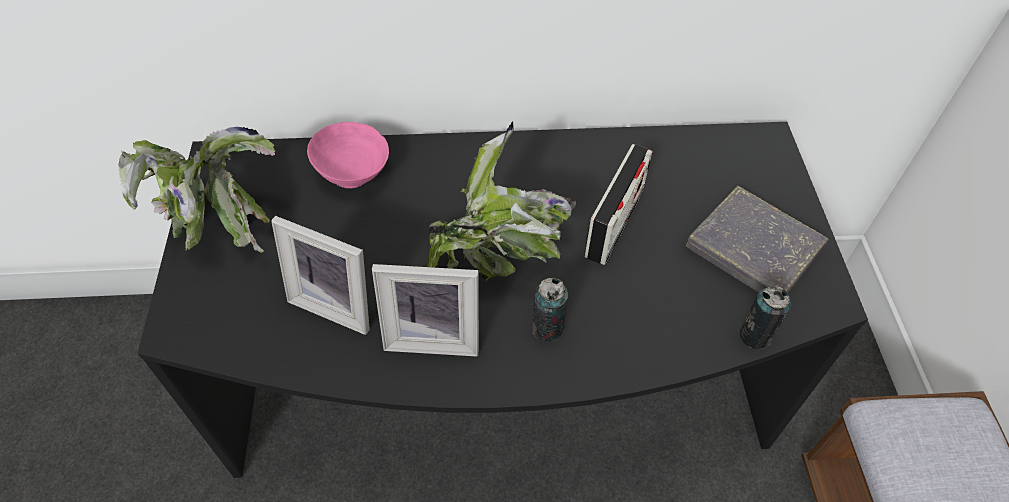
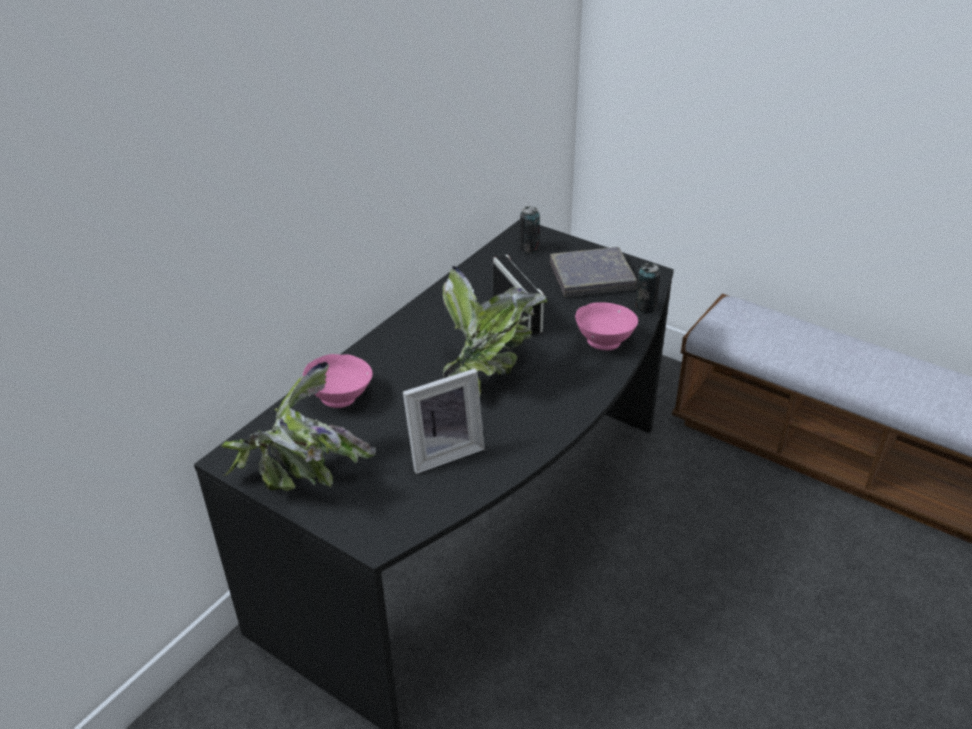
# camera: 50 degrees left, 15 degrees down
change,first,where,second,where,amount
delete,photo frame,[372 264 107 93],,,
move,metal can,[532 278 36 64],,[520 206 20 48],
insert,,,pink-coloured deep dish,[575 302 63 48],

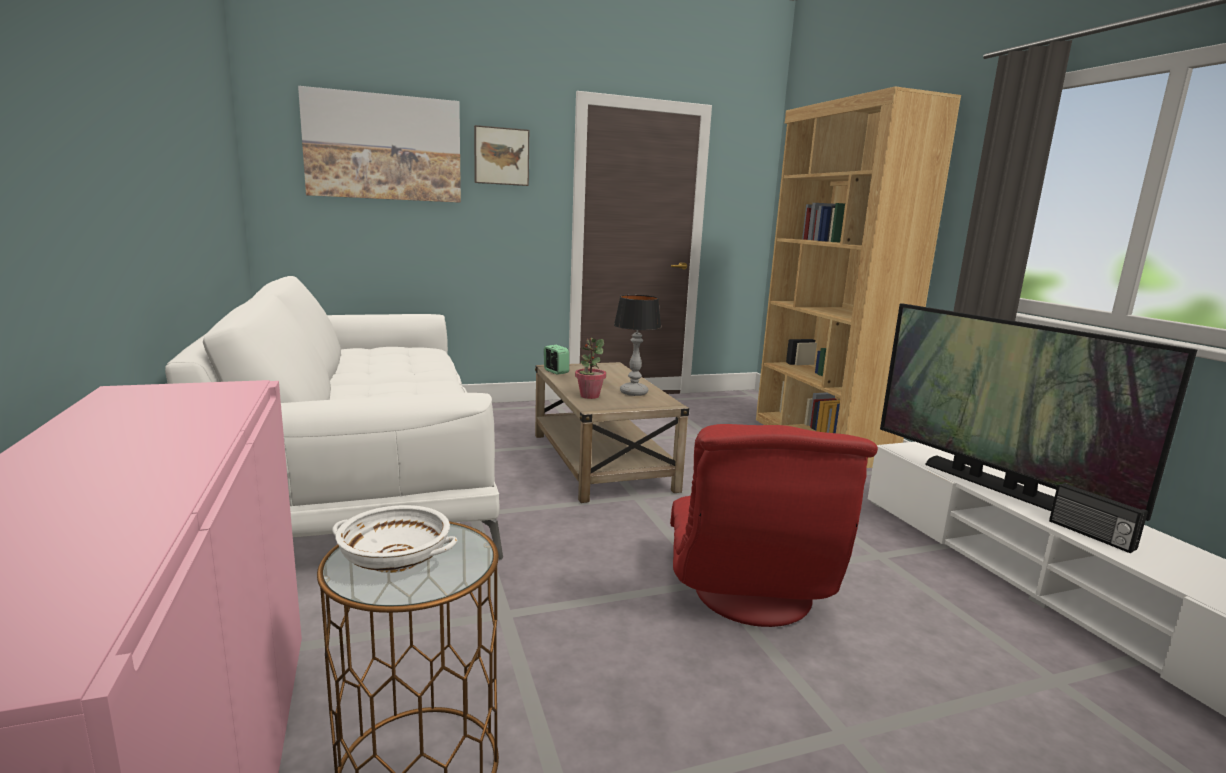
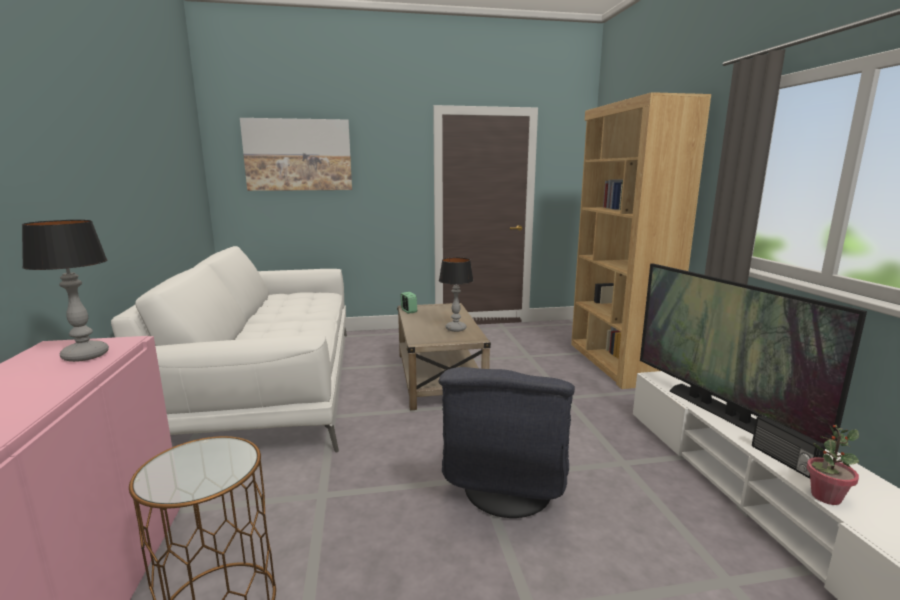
# camera: 10 degrees right, 0 degrees up
change,first,where,second,where,amount
delete,picture,[474 125 55 61],,,
move,potted plant,[575 338 31 61],,[807 425 52 80],
recolor,red easy chair,[670 424 208 203],gray easy chair,[438 367 137 151],
delete,white deep dish,[332 505 125 68],,,
insert,,,lamp for a table,[22 220 87 142],

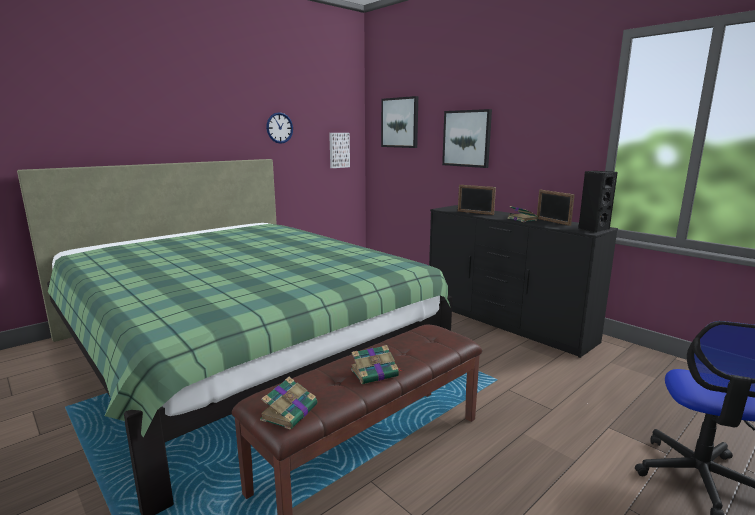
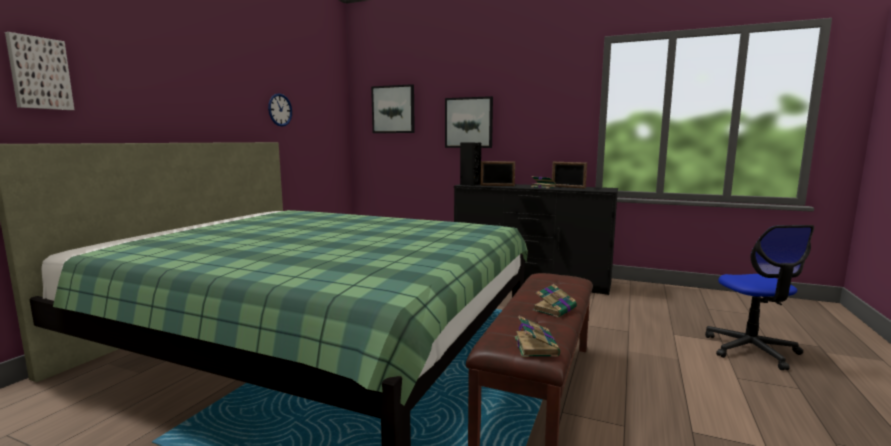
# camera: 25 degrees left, 5 degrees down
change,first,where,second,where,amount
move,picture,[329 133 21 35],,[5 32 69 78],
move,black-coloured speaker,[578 171 40 62],,[460 143 21 43],

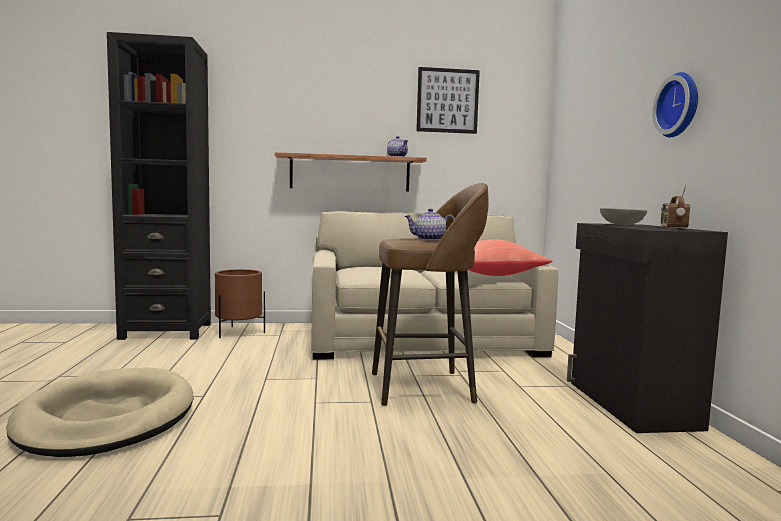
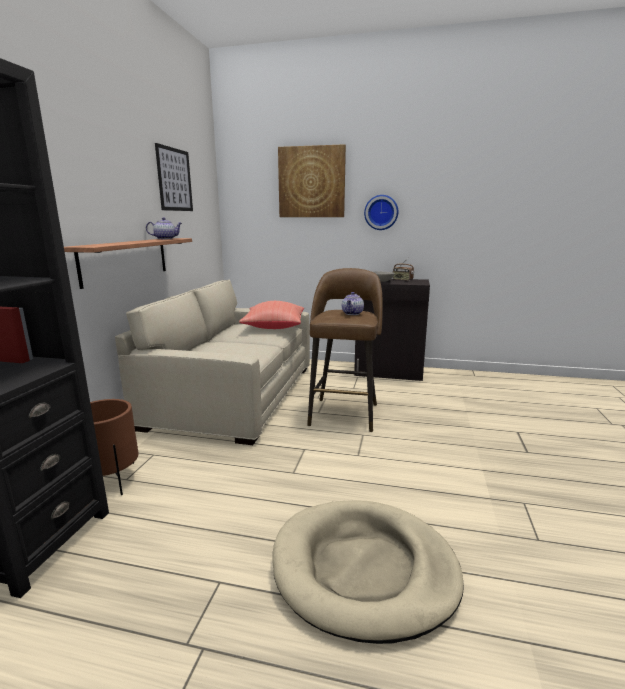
# camera: 70 degrees left, 10 degrees up
change,first,where,second,where,amount
insert,,,picture,[278 144 68 73],

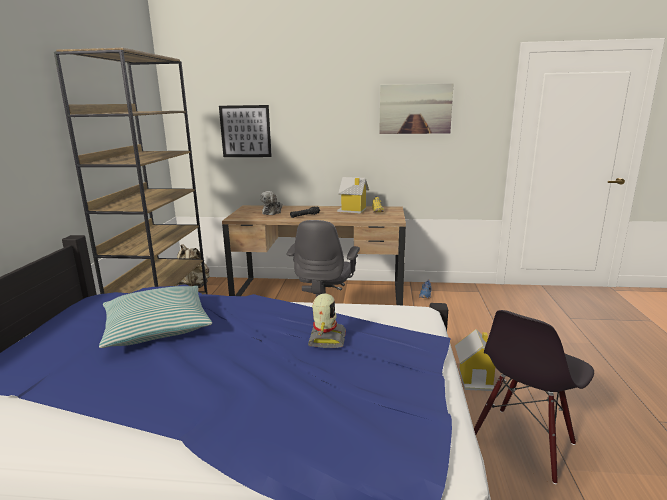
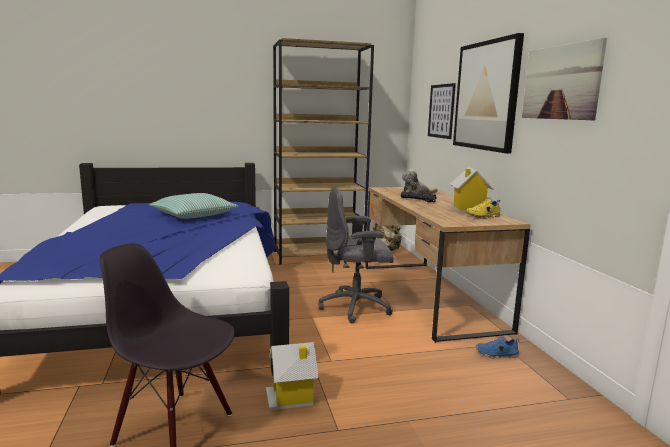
# camera: 70 degrees right, 5 degrees down
change,first,where,second,where,amount
delete,model robot,[308 294 38 54],,,
insert,,,picture,[453 33 71 120],

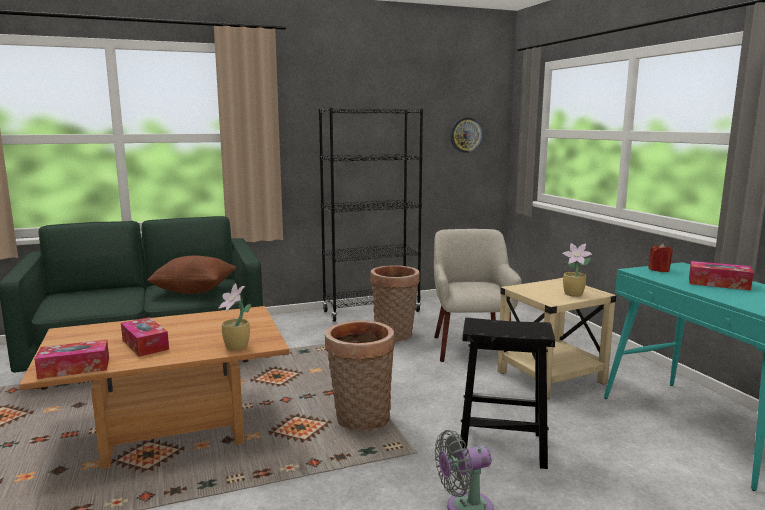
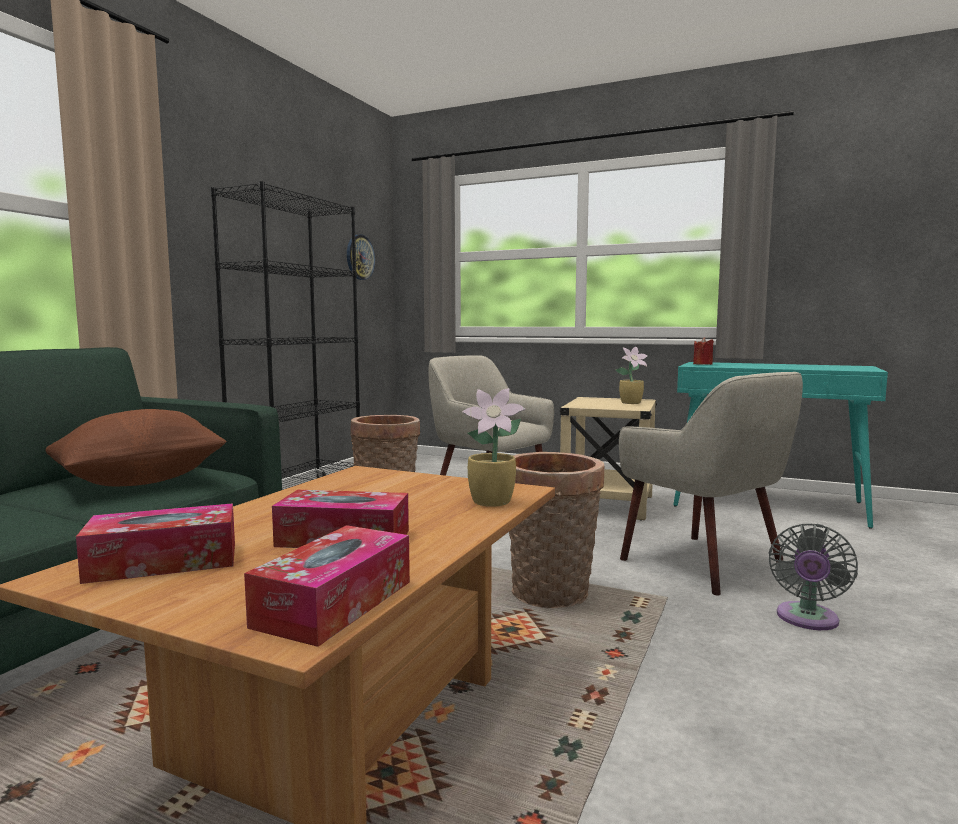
# camera: 45 degrees left, 5 degrees down
change,first,where,second,where,amount
move,box of tissues,[689 261 65 30],,[76 503 159 81],
replace,black-coloured stool,[460 318 95 151],sand-coloured easy chair,[619 372 184 224],

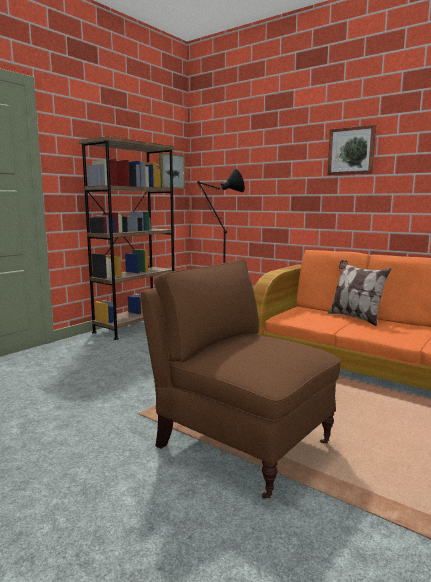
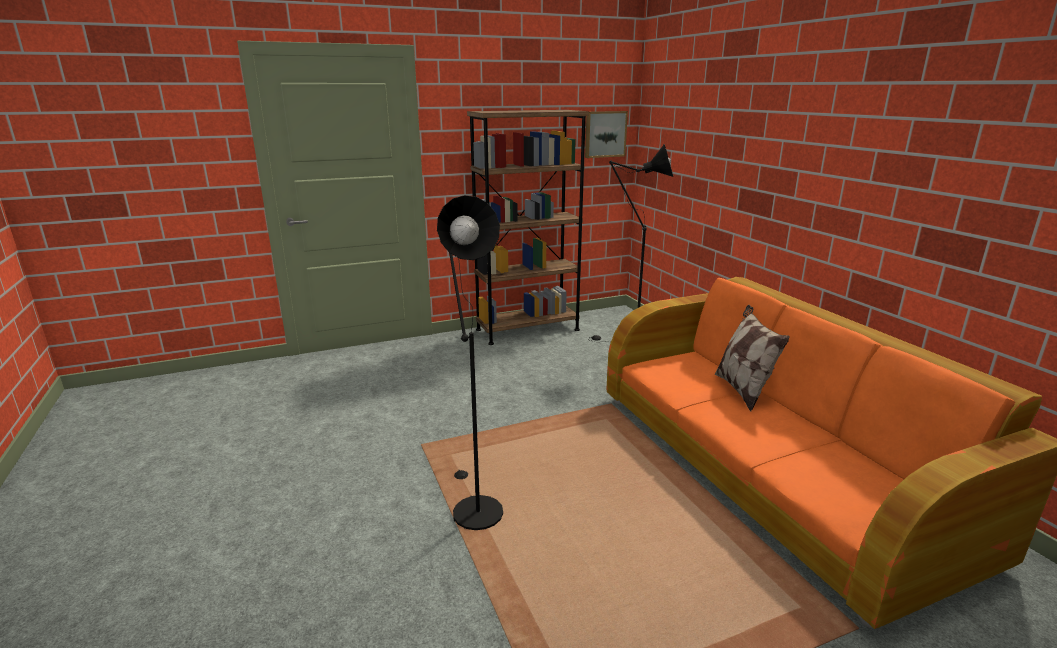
# camera: 30 degrees right, 10 degrees up
change,first,where,second,where,amount
delete,picture,[328 125 48 50],,,
replace,brown-coloured easy chair,[141 259 200 240],black-coloured floor lamp,[437 195 66 335],

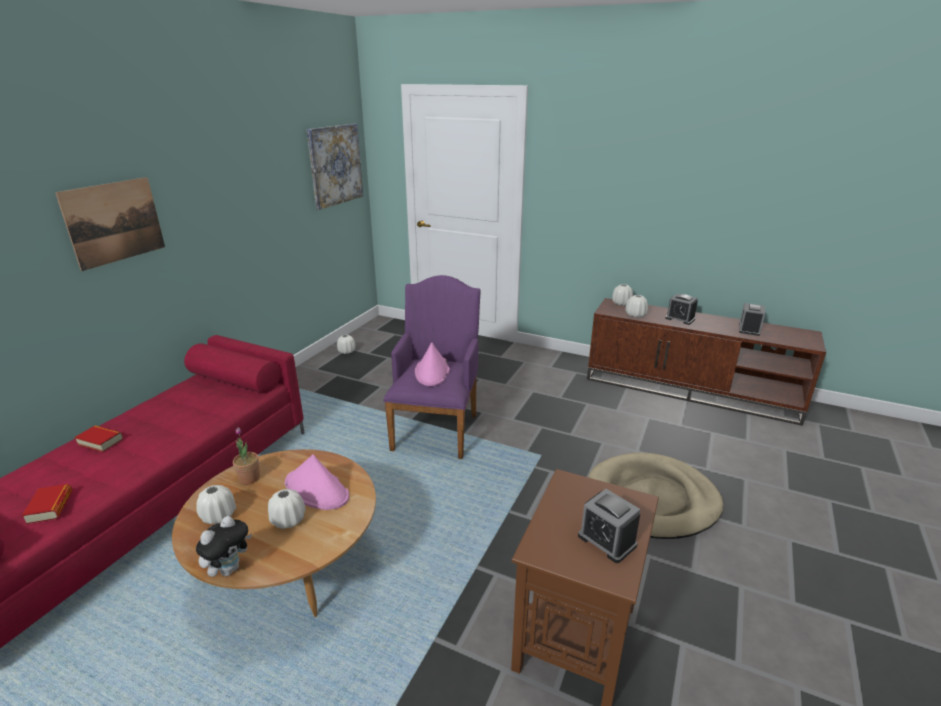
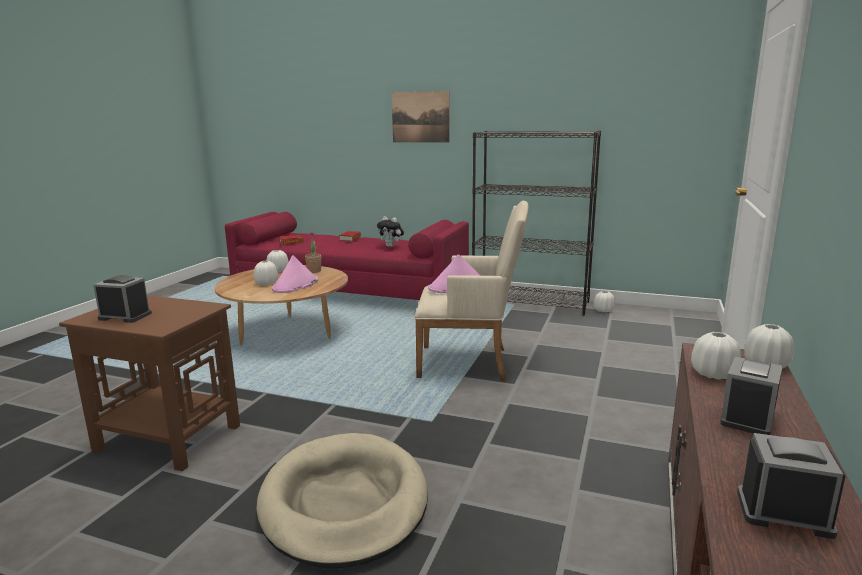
# camera: 85 degrees right, 10 degrees down
change,first,where,second,where,amount
delete,picture,[307 124 56 86],,,
recolor,purplish easy chair,[383 275 98 184],sand-coloured easy chair,[414 201 115 180],
rotate,bedside clock,[578 489 62 74],,[93 275 59 48],60 degrees clockwise
move,soft toy,[196 516 56 61],,[377 216 27 31],
insert,,,black-coloured shelving unit,[472 131 129 185],

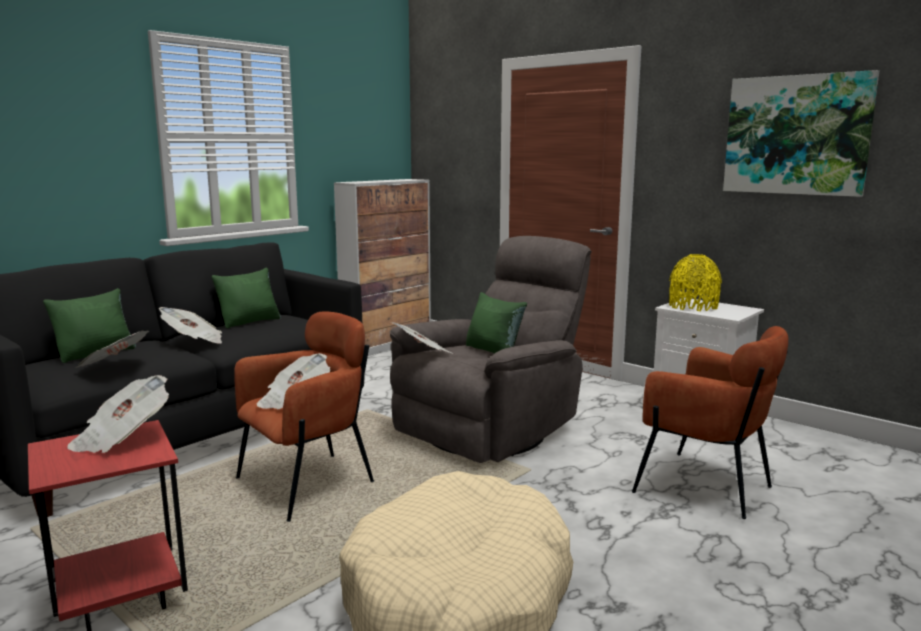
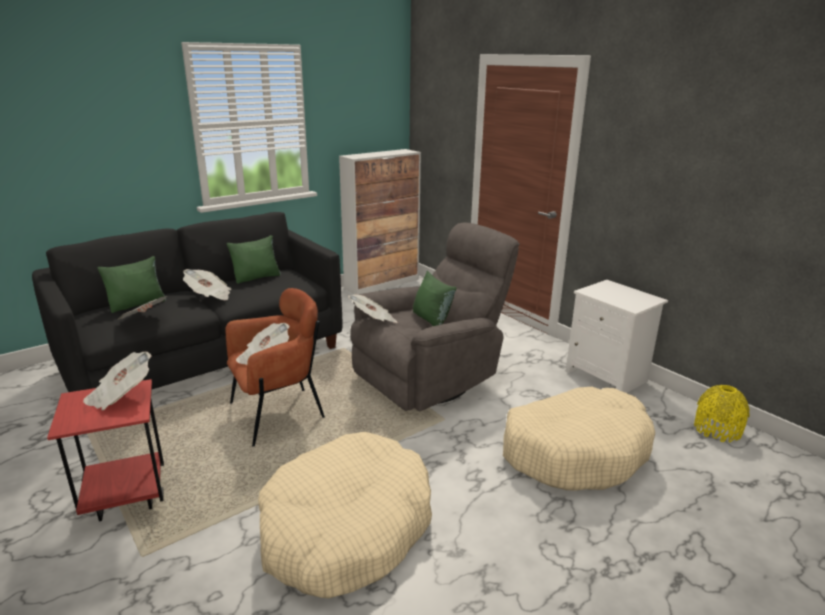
# camera: 10 degrees right, 10 degrees up
change,first,where,second,where,amount
delete,picture,[723 70 156 127],,,
move,yellow vase,[669 254 53 57],,[694 385 56 57],
replace,brown-coloured easy chair,[632 326 156 193],sand-coloured dog bed,[503 387 152 104],

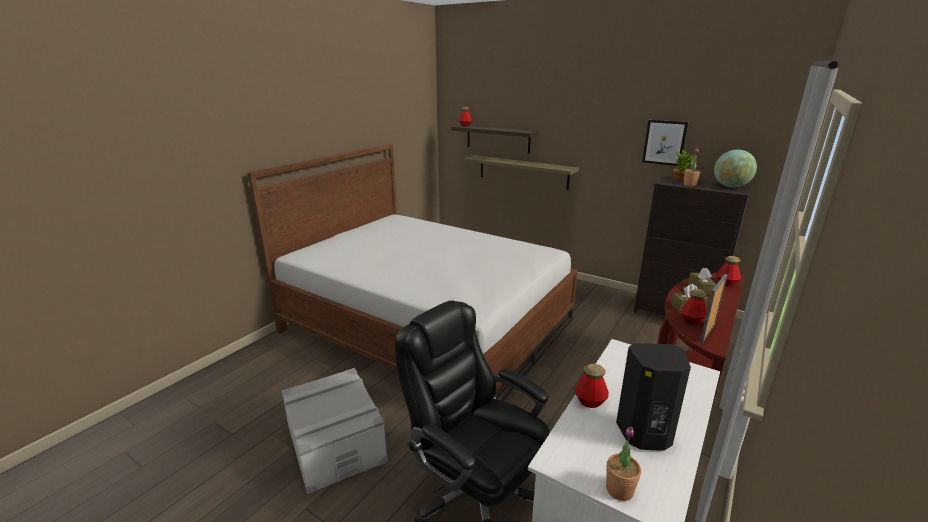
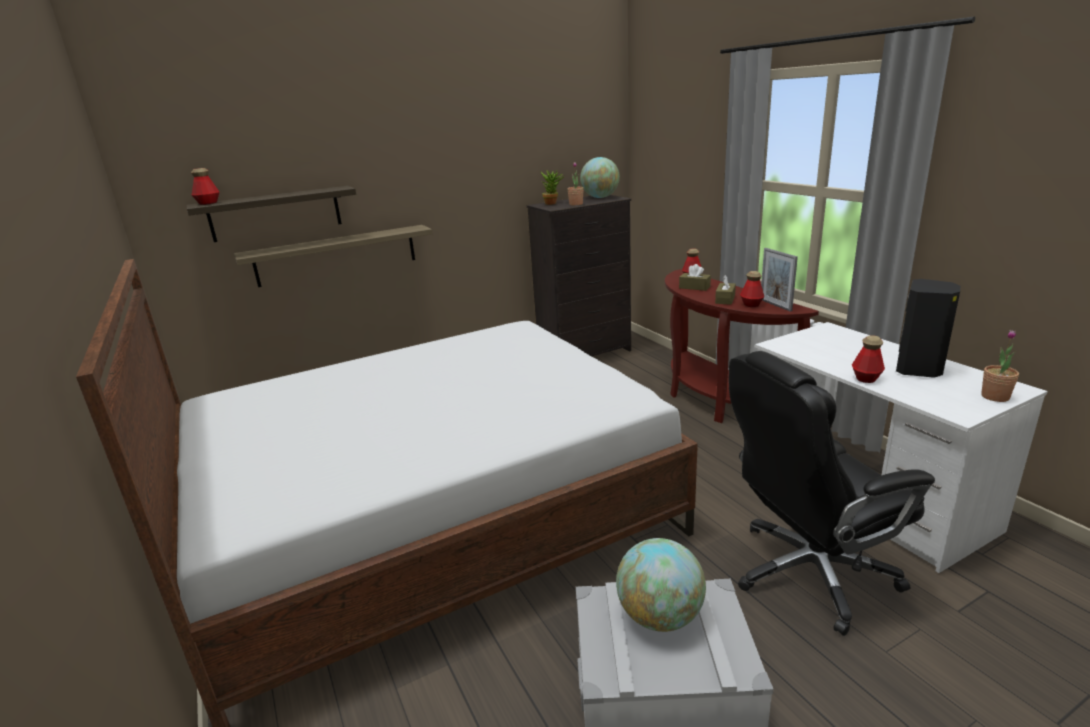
# camera: 60 degrees left, 0 degrees up
change,first,where,second,where,amount
delete,picture,[642 120 46 46],,,
insert,,,desk globe,[616 538 90 94],

